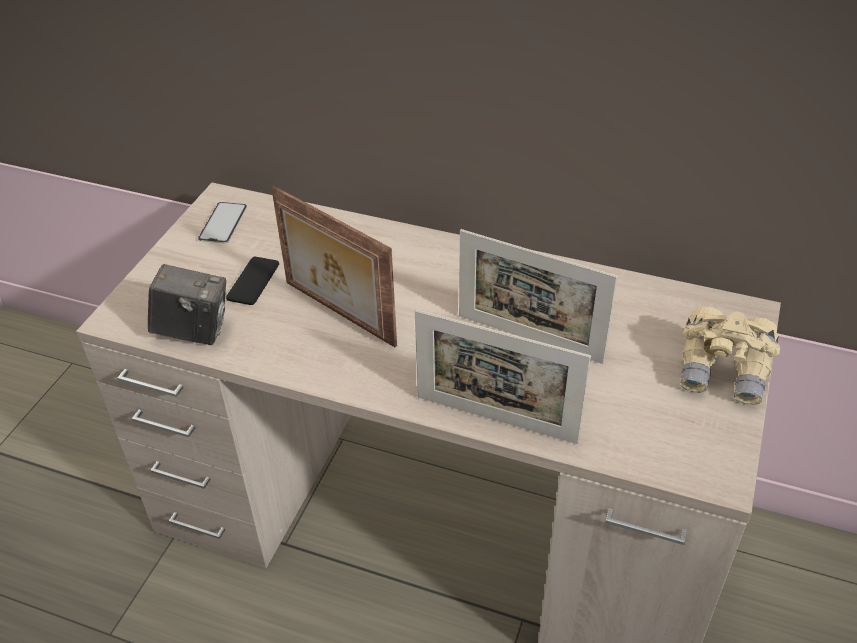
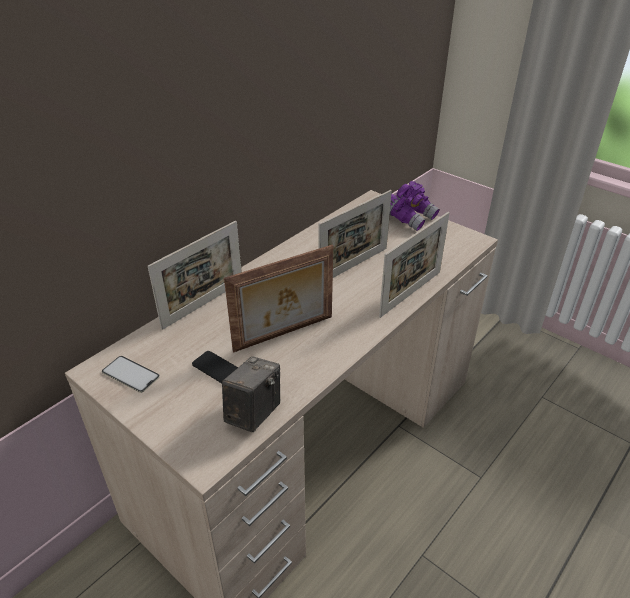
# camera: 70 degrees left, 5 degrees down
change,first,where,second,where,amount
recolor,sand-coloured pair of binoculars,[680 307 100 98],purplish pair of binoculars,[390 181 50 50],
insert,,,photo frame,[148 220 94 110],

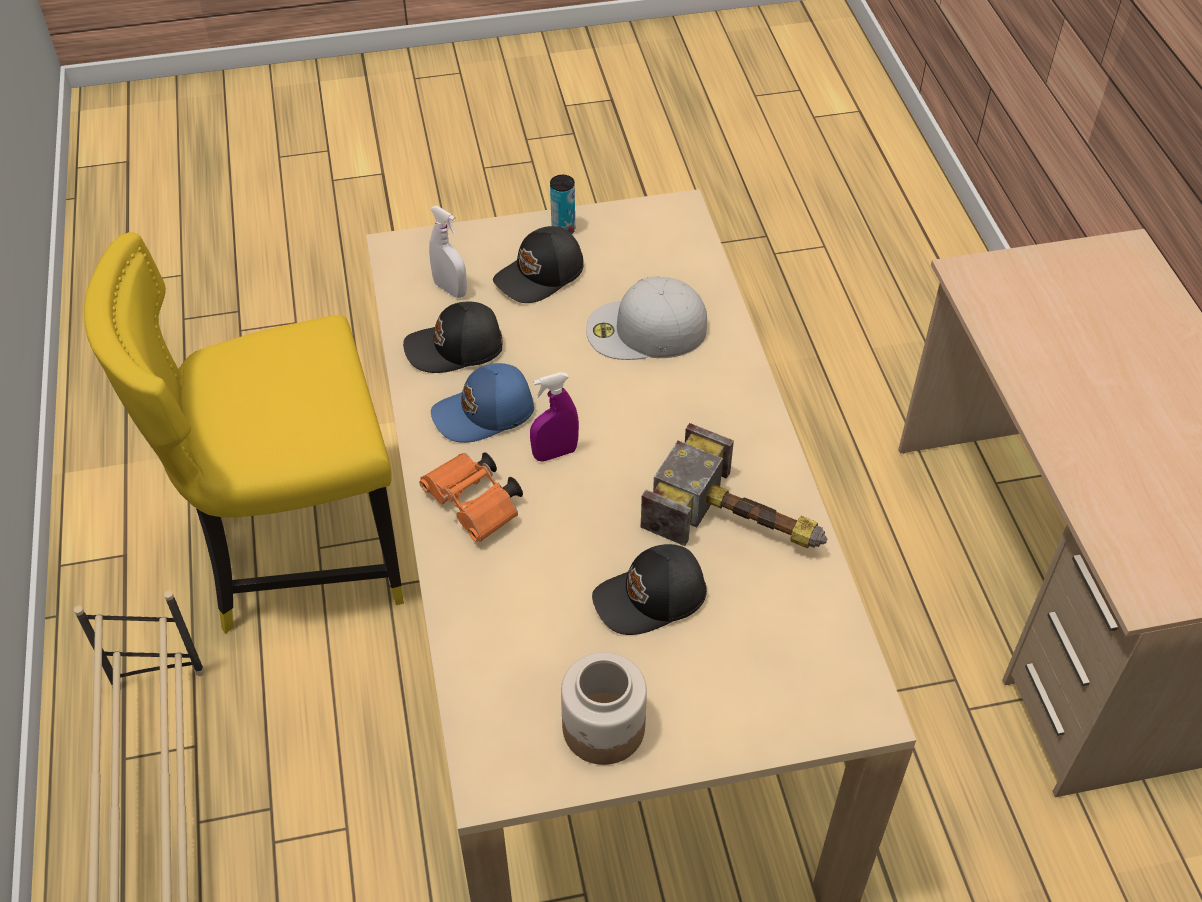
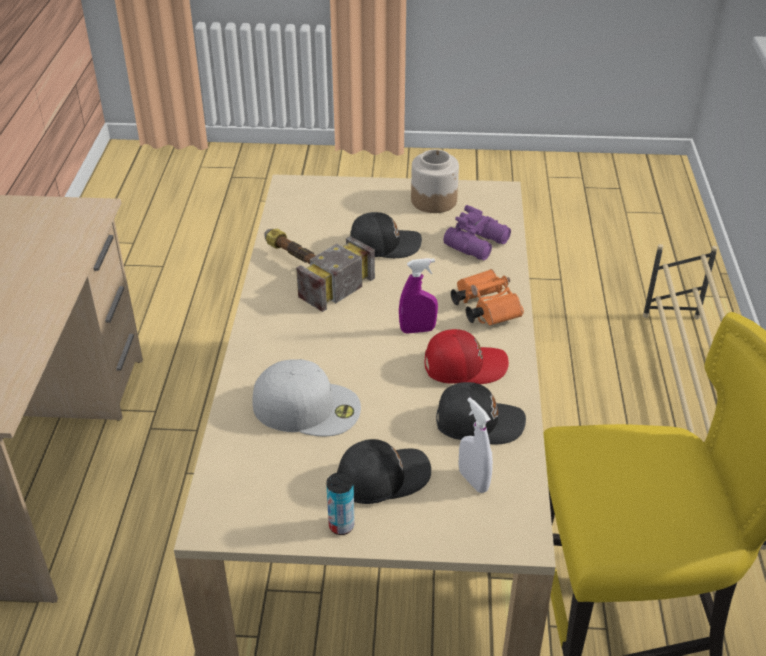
# camera: 165 degrees left, 10 degrees down
change,first,where,second,where,amount
recolor,bluish peaked cap,[431 363 103 80],red peaked cap,[425 329 84 55],
insert,,,purplish pair of binoculars,[443 205 68 55],

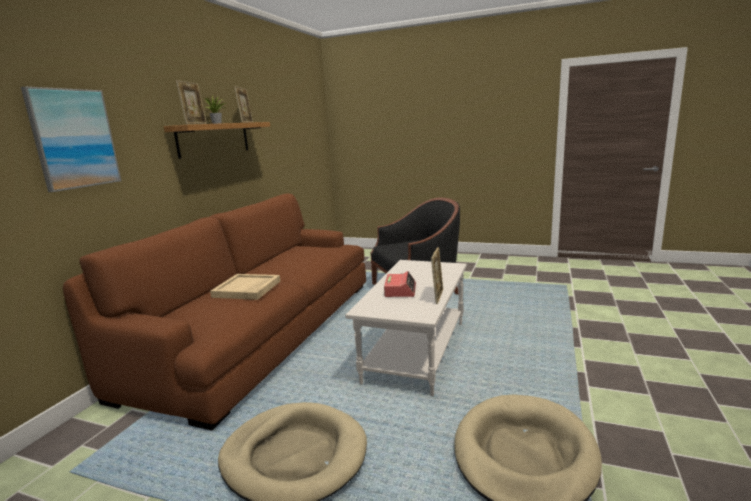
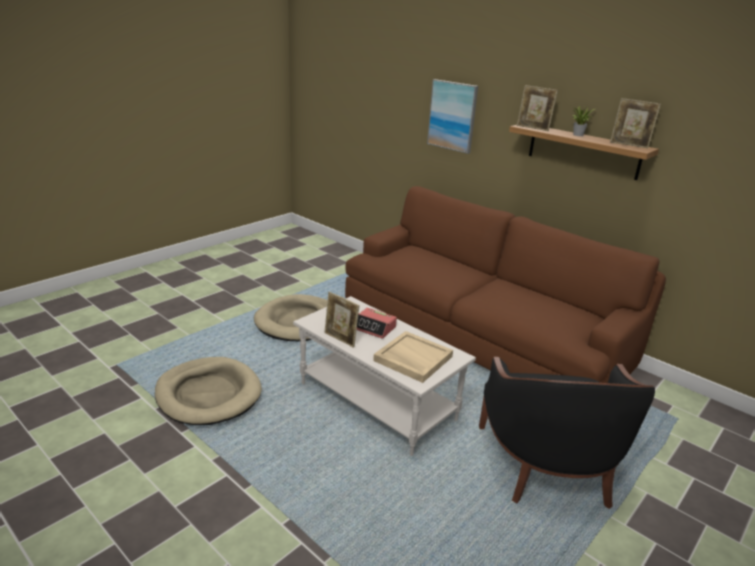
# camera: 110 degrees right, 10 degrees up
change,first,where,second,where,amount
move,sand-coloured tray,[210 274 70 26],,[373 331 80 52],

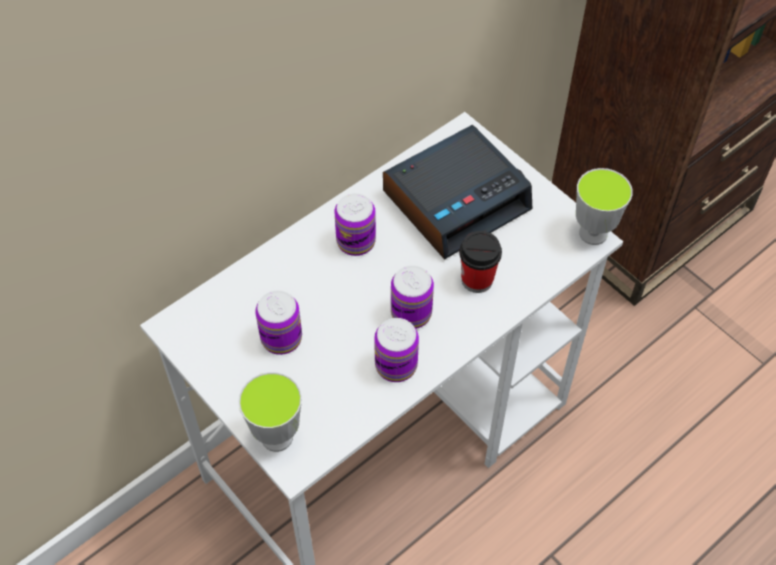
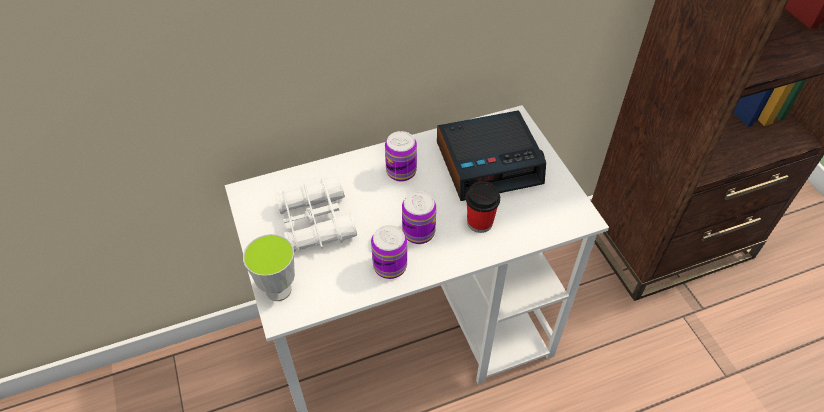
# camera: 20 degrees right, 5 degrees down
change,first,where,second,where,amount
delete,small cup,[576 168 57 77],,,
replace,metal can,[255 290 47 65],white pair of binoculars,[275 176 82 76],

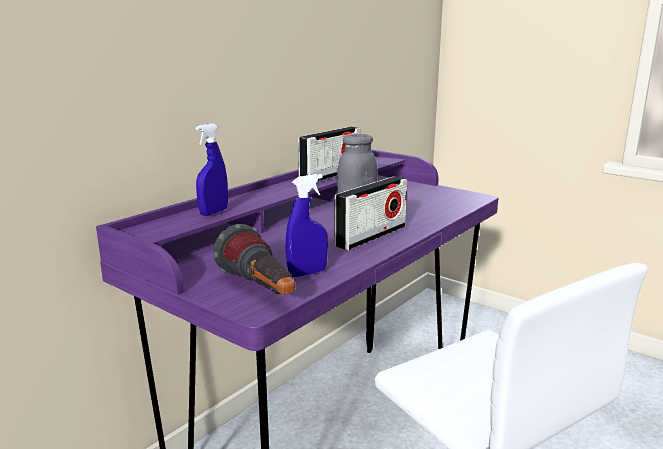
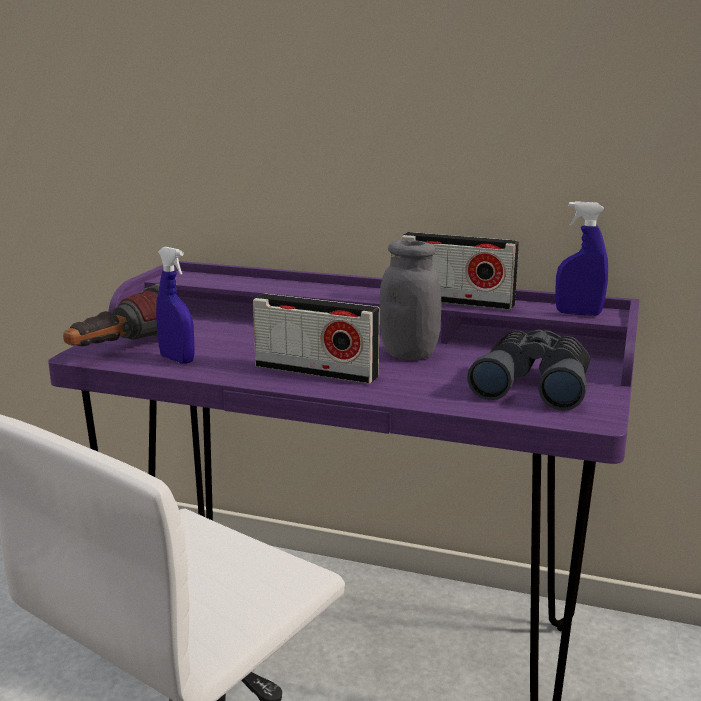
# camera: 70 degrees right, 0 degrees up
change,first,where,second,where,amount
move,bluish spray bottle,[196 123 32 93],,[555 201 53 115],
insert,,,gray pair of binoculars,[467 330 123 81],

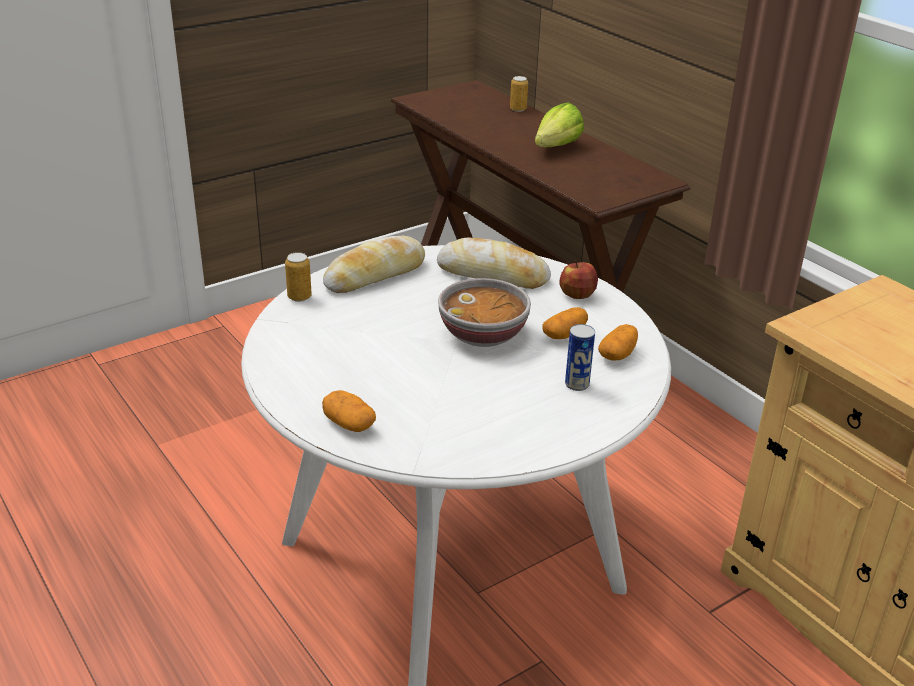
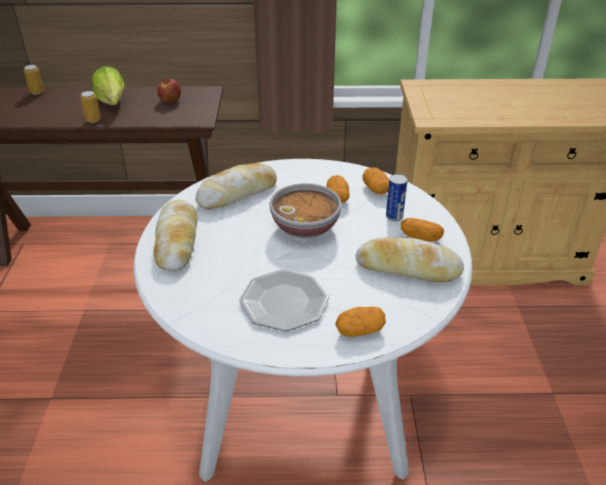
# camera: 55 degrees left, 5 degrees up
change,first,where,second,where,amount
move,metal can,[285 252 27 50],,[80 91 21 32],
move,whole apple,[559 260 39 39],,[157 79 24 24],
insert,,,spud,[401 218 43 24],
insert,,,baked bread,[355 238 109 44],
insert,,,plate,[239 269 90 62],

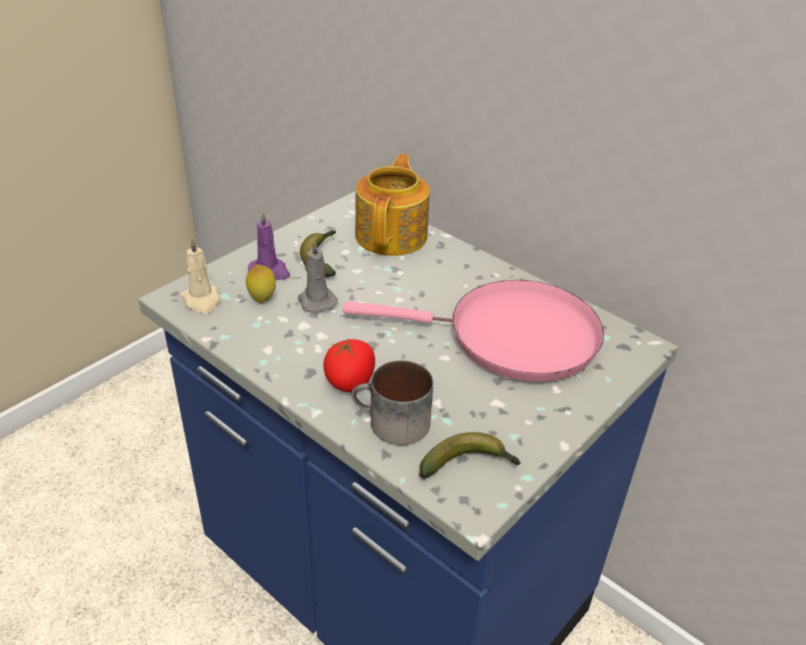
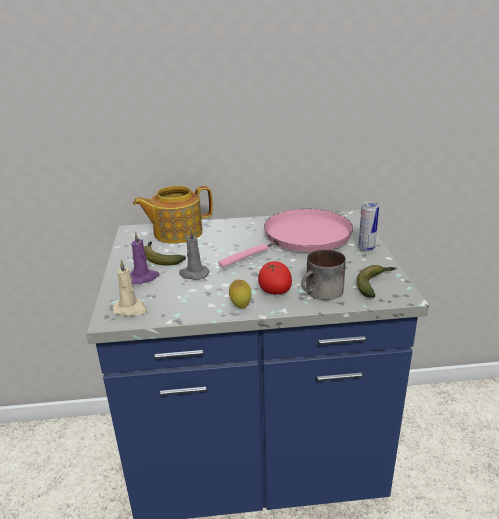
# camera: 45 degrees left, 10 degrees down
change,first,where,second,where,amount
rotate,tea pot,[355 154 75 102],,[133 186 80 58],75 degrees counterclockwise
move,lemon,[246 264 30 39],,[229 280 22 29],
insert,,,metal can,[359 202 20 50],

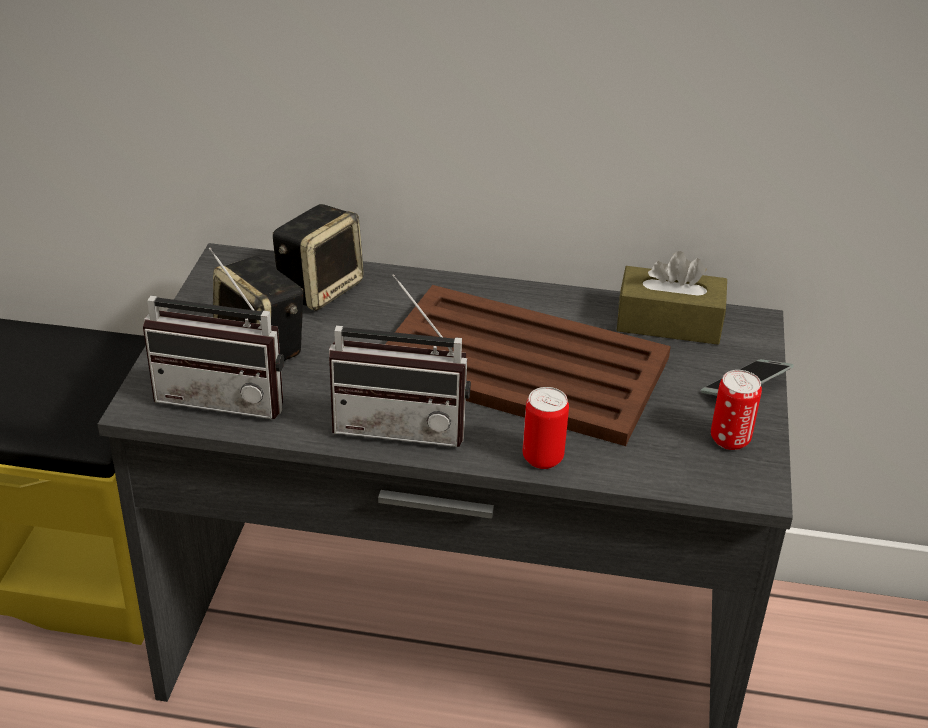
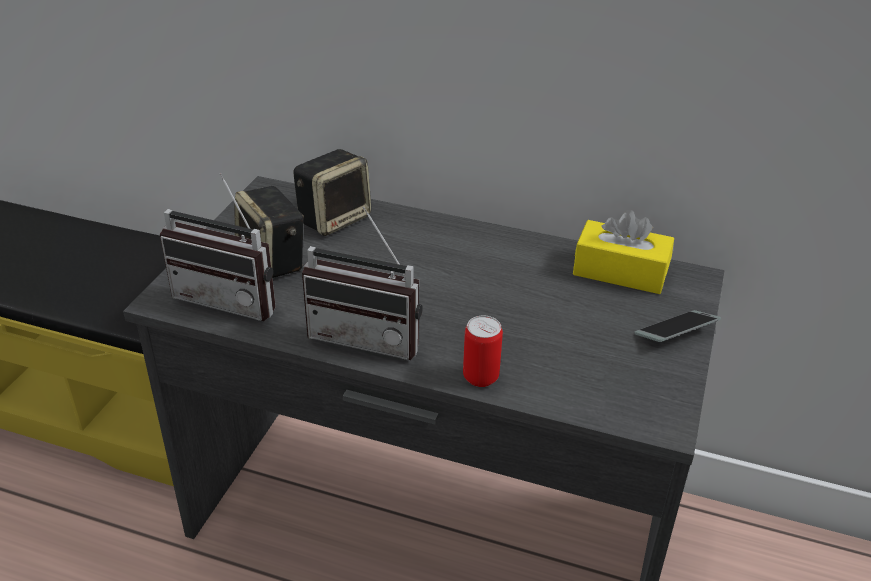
# camera: 10 degrees right, 0 degrees up
change,first,where,second,where,amount
recolor,brown-coloured box of tissues,[617 251 110 94],yellow box of tissues,[573 210 101 84],
delete,brown-coloured tray,[385 285 286 161],,,
delete,metal can,[711 370 51 80],,,

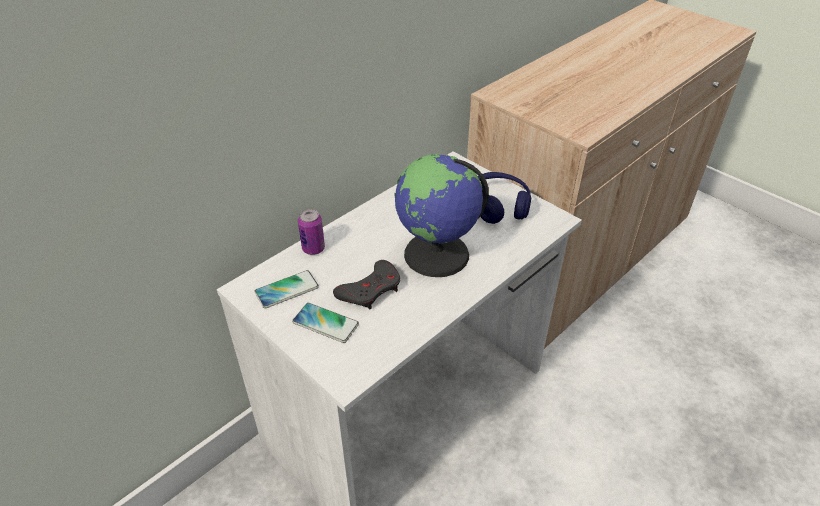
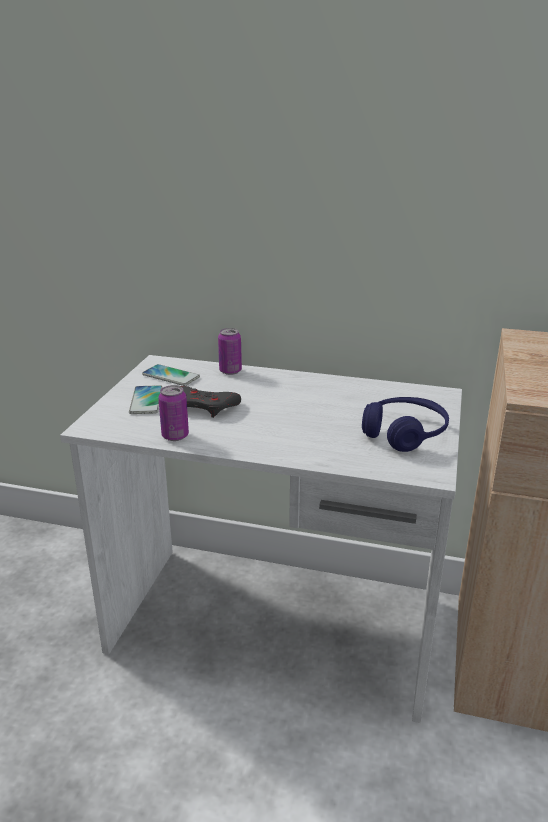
# camera: 60 degrees right, 15 degrees down
change,first,where,second,where,amount
delete,desk globe,[394 154 95 123],,,
insert,,,metal can,[158 385 31 56],

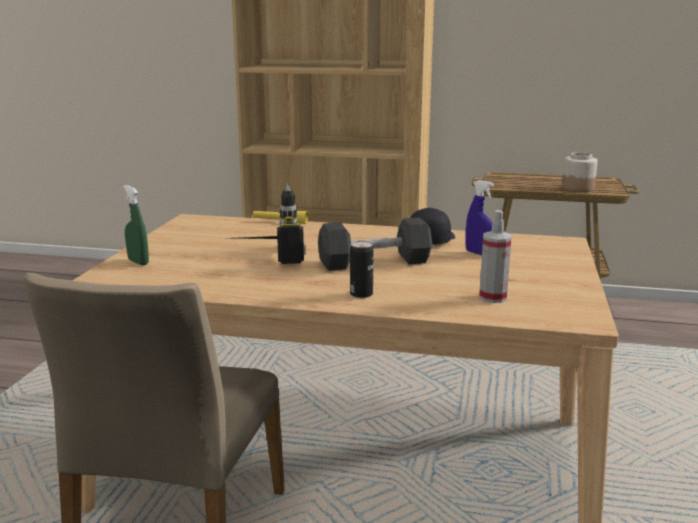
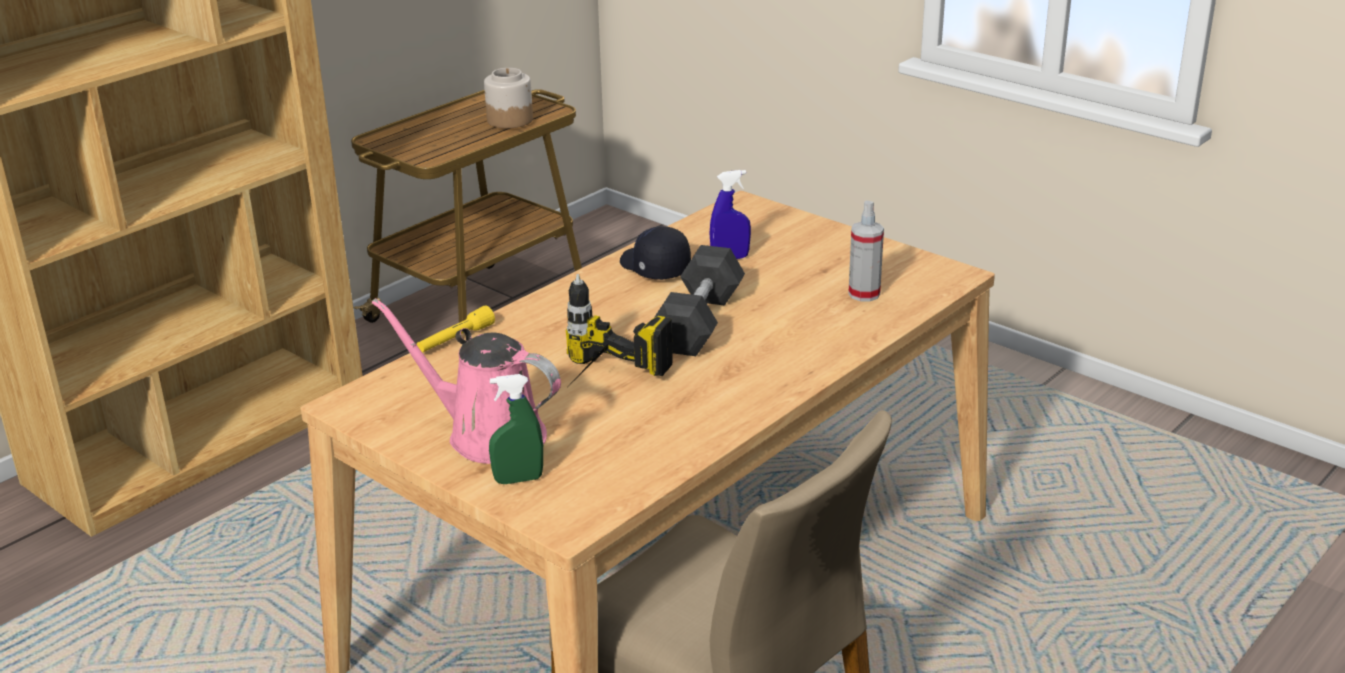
# camera: 60 degrees left, 10 degrees up
change,first,where,second,where,amount
delete,metal can,[350 241 24 57],,,
insert,,,pink-coloured watering can,[371 298 190 166],

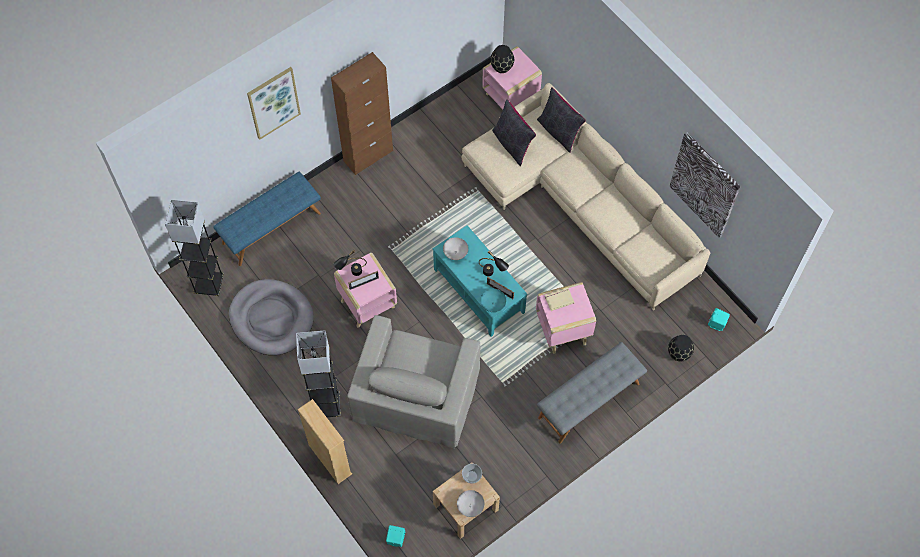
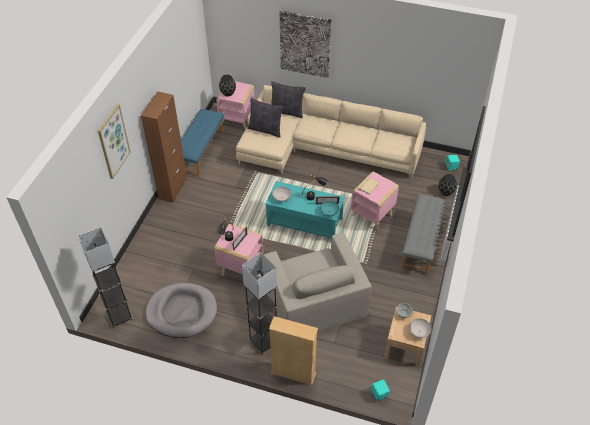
# camera: 35 degrees left, 15 degrees down
change,first,where,second,where,amount
move,picture,[670 132 71 106],,[280 10 51 68],
move,bluish indoor bench,[213 172 108 94],,[181 109 43 69],

